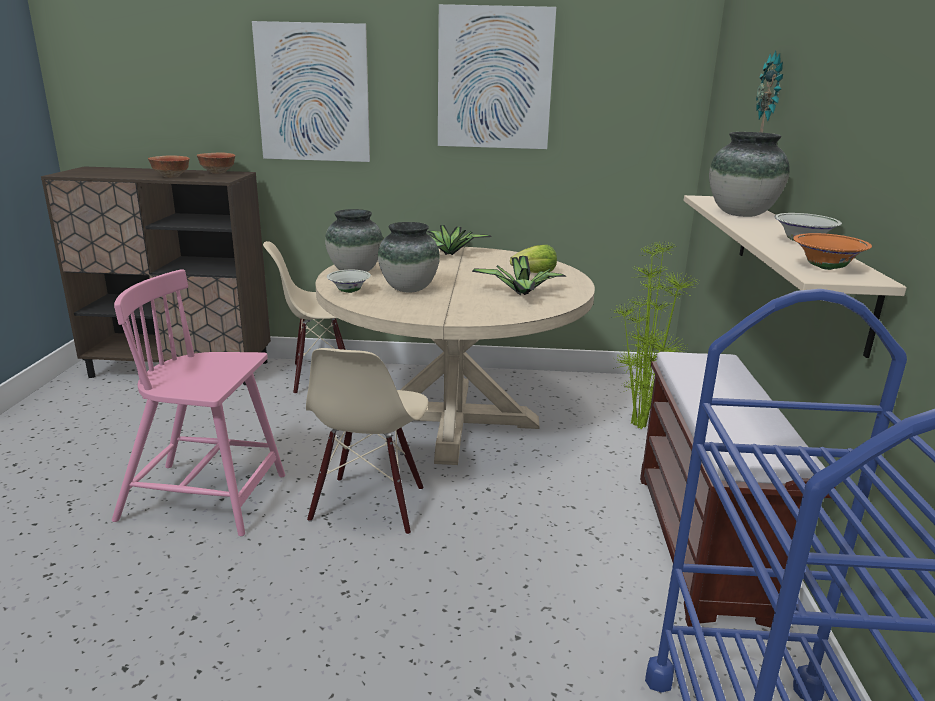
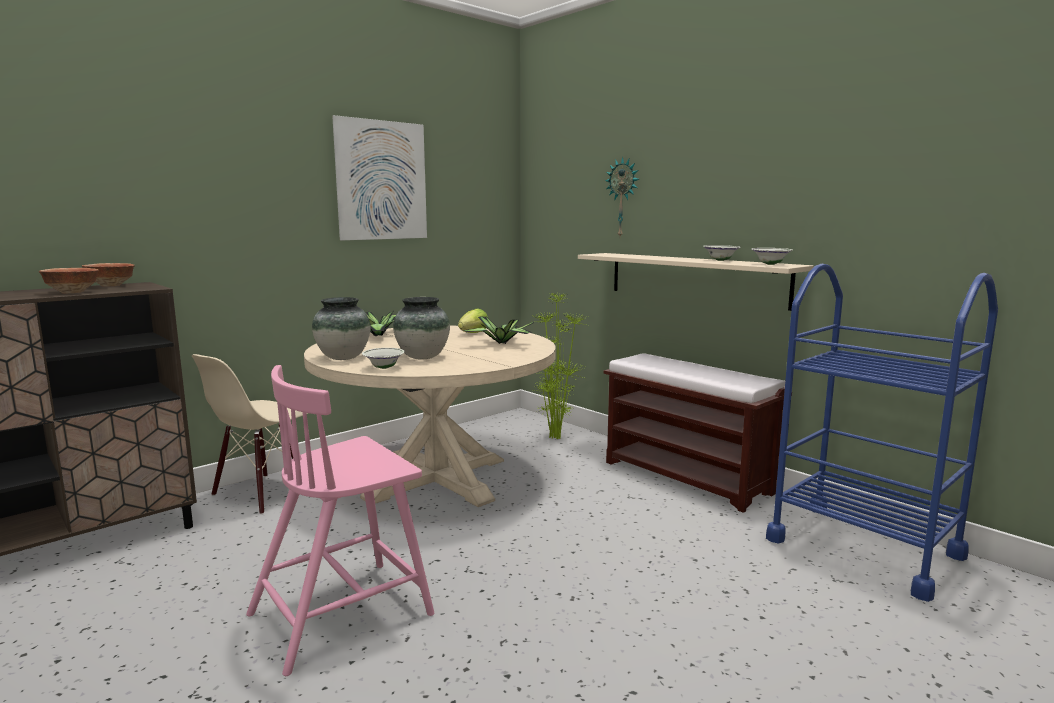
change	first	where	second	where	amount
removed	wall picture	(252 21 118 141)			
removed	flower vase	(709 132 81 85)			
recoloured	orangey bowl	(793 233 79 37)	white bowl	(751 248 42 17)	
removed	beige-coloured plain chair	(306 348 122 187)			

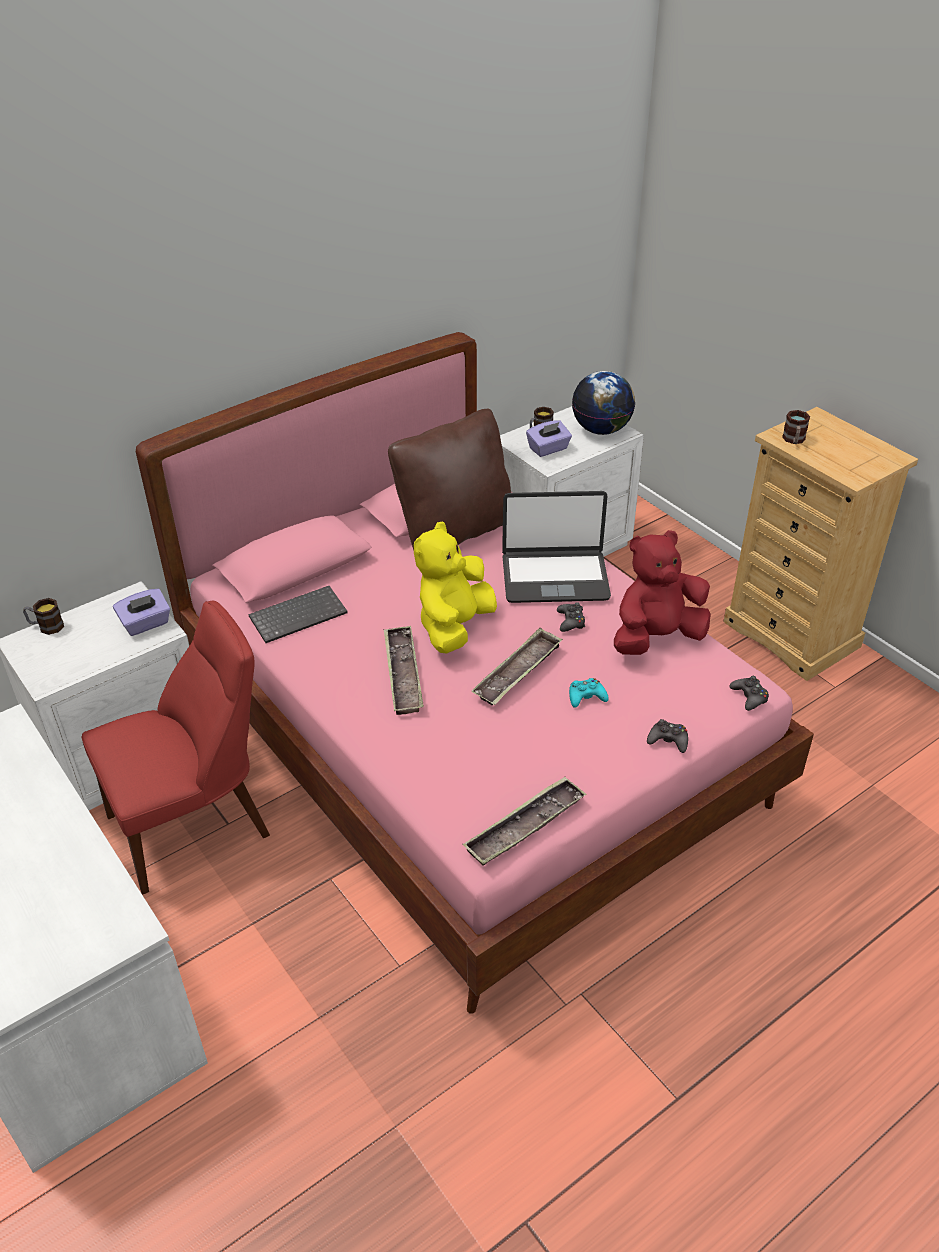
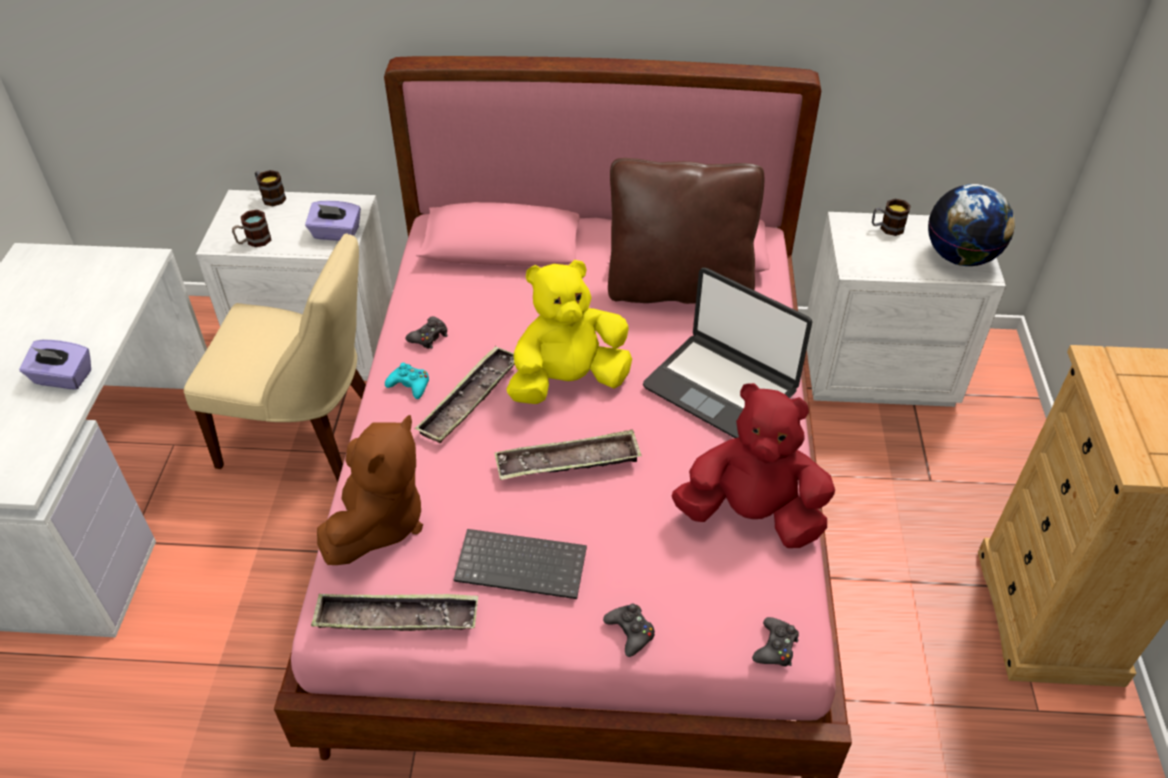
change	first	where	second	where	amount
moved	mug	(782 410 28 34)		(232 210 39 37)	
moved	purplish tissue holder	(526 420 46 37)		(19 340 72 50)	
moved	computer keyboard	(248 586 100 57)		(454 529 133 70)	
recoloured	red plain chair	(82 601 188 294)	beige-coloured plain chair	(184 233 182 249)	
moved	blackish gamepad	(557 602 28 30)		(406 316 42 33)	
moved	turquoise-coloured gamepad	(569 678 40 30)		(385 363 44 36)	
added			brownish cuddly toy	(317 415 106 150)	

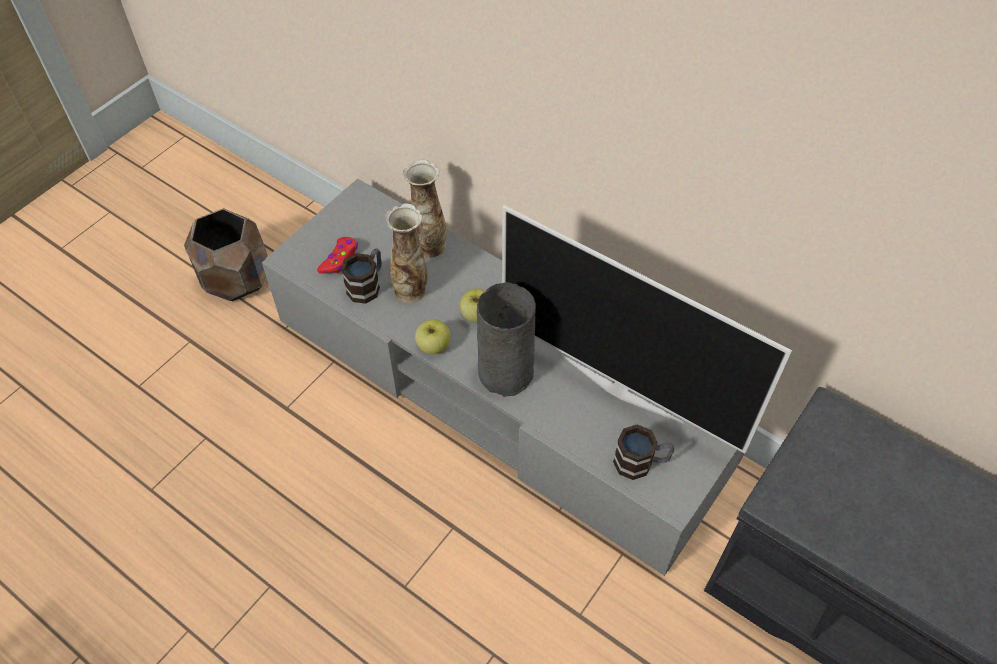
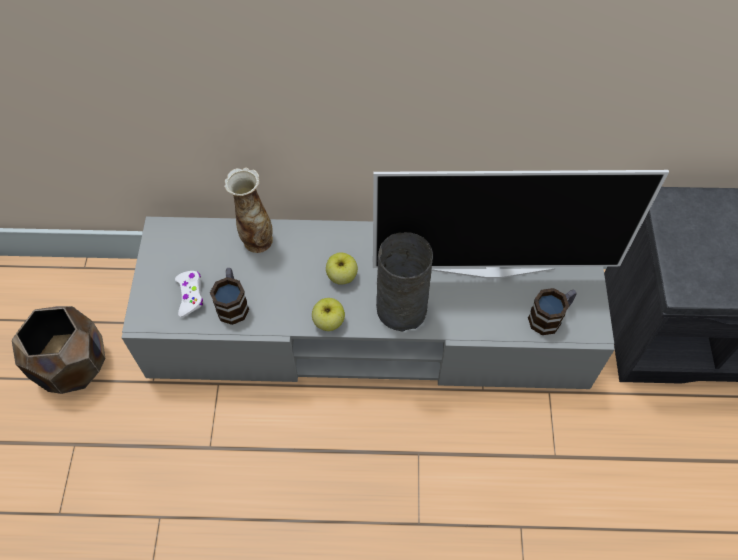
change	first	where	second	where	amount
removed	flower vase	(385 203 42 100)			
recoloured	red gamepad	(317 237 41 37)	white gamepad	(175 271 28 46)	

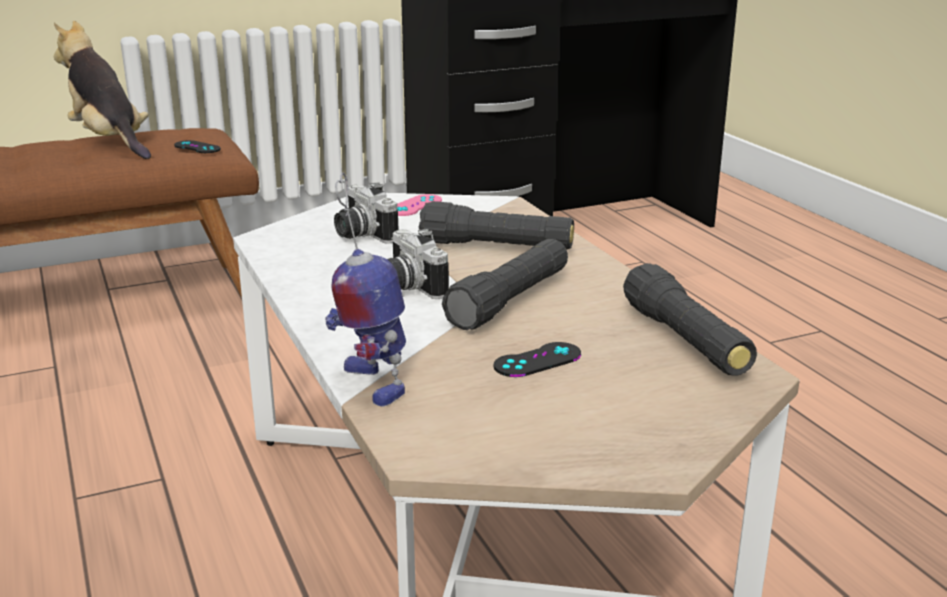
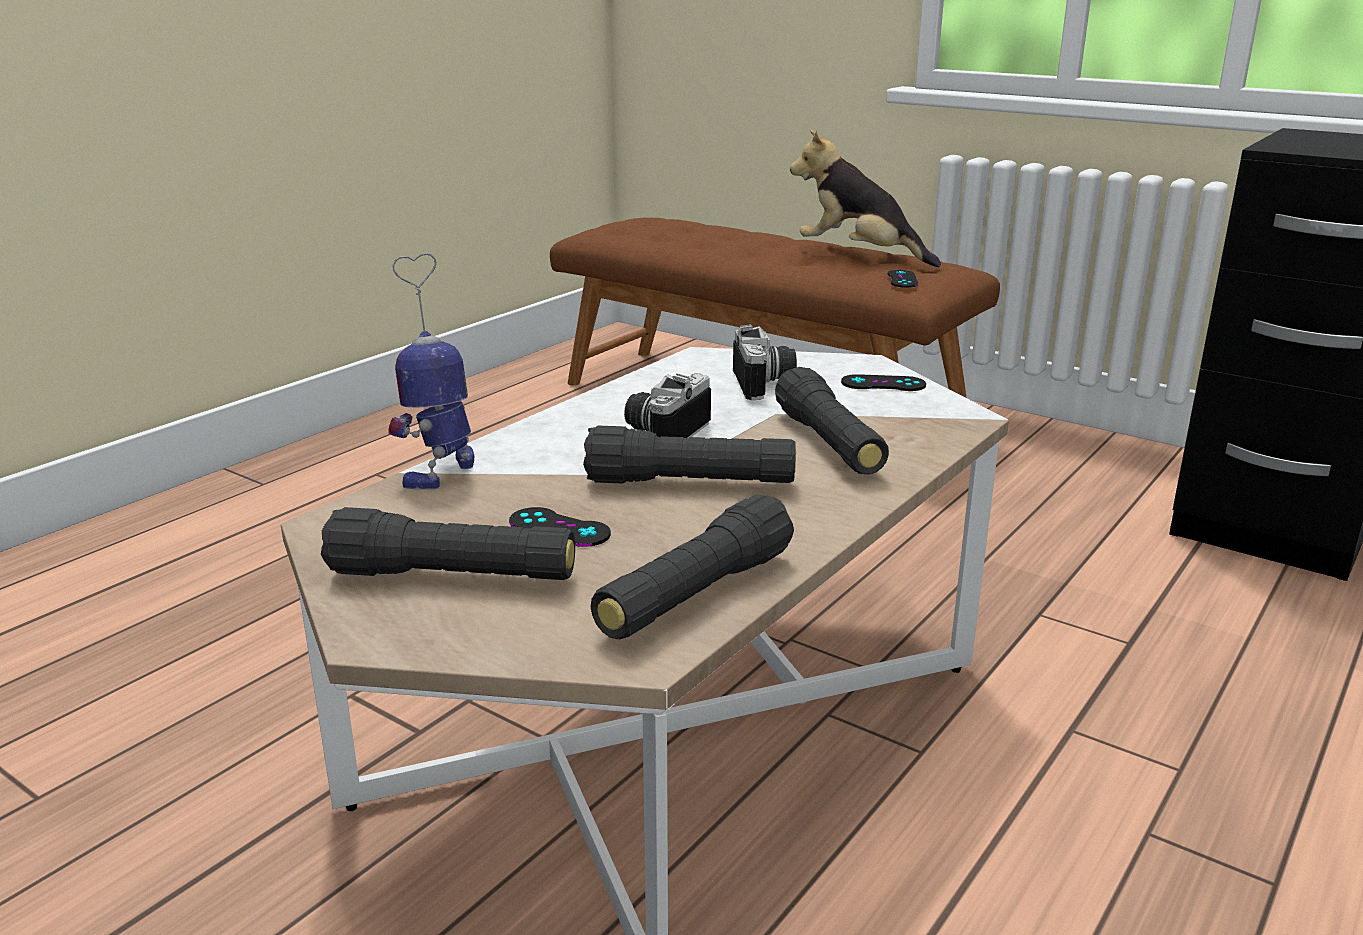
change	first	where	second	where	amount
turned	cuddly toy	(54 21 97 138)		(790 129 151 138)	75 degrees counterclockwise
turned	still camera	(334 182 64 62)		(733 324 64 76)	150 degrees clockwise
recoloured	pink-coloured gamepad	(397 194 45 22)	blackish gamepad	(841 374 85 17)	
added			blackish hand torch	(321 507 254 73)	

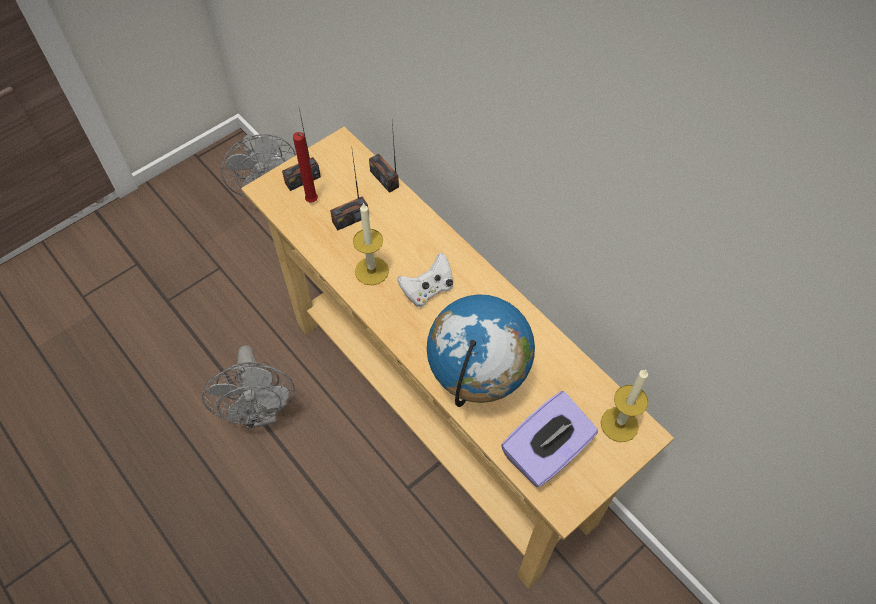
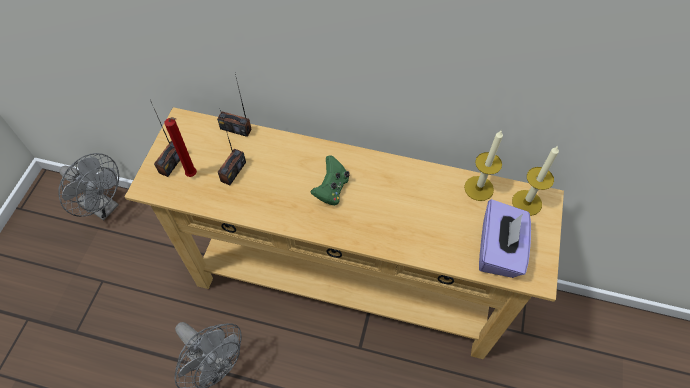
change	first	where	second	where	amount
moved	wax light	(353 202 36 83)		(464 131 39 70)	
recoloured	white gamepad	(397 253 56 54)	green-coloured gamepad	(310 155 40 51)	
removed	world globe	(427 294 108 113)			

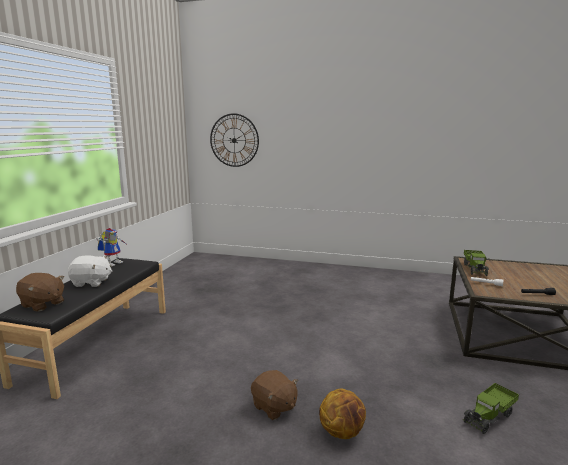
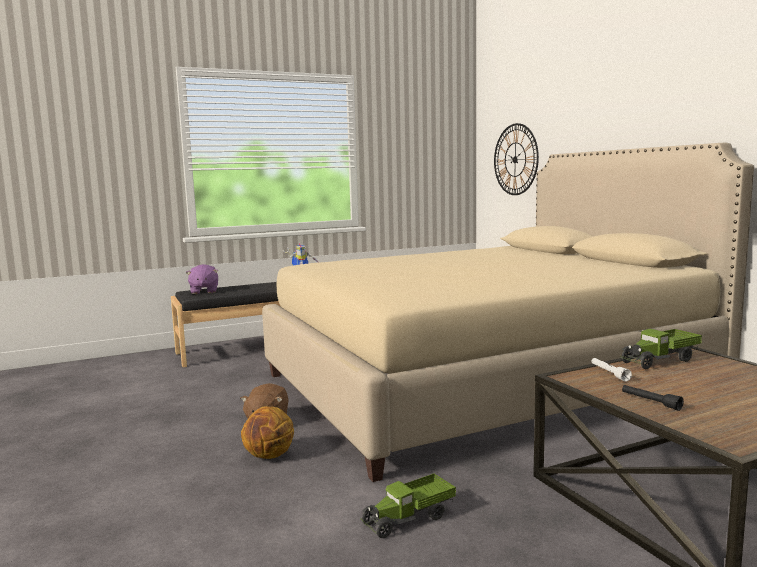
change	first	where	second	where	amount
removed	white cuddly toy	(68 255 44 32)			
recoloured	brownish cuddly toy	(16 273 48 39)	purplish cuddly toy	(186 264 32 30)	
turned	model truck	(463 383 56 51)		(361 474 95 64)	45 degrees counterclockwise
added			beige-coloured bedroom bed	(262 143 492 339)	

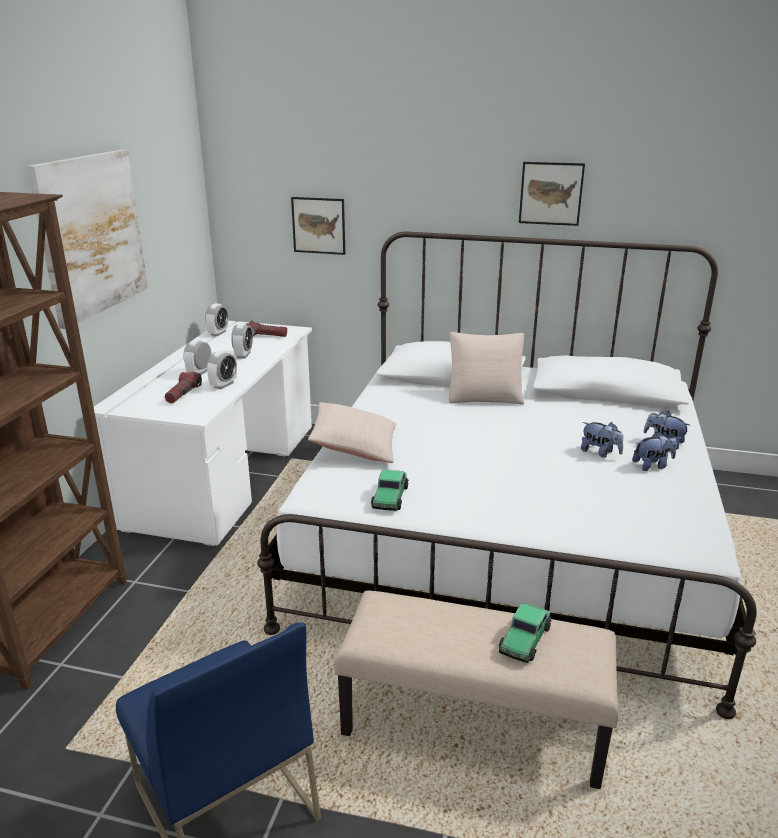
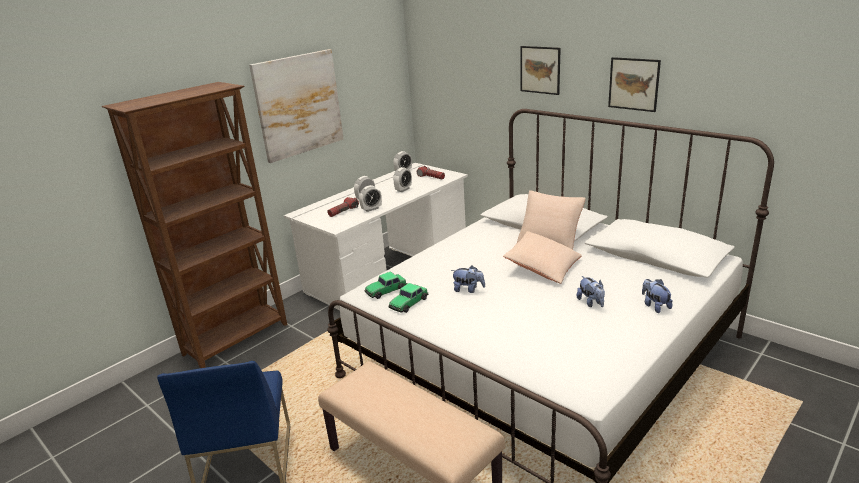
change	first	where	second	where	amount
moved	wall picture	(291 197 54 58)		(520 46 41 49)	
moved	beige-coloured cushion	(308 402 88 61)		(503 231 79 53)	
moved	cuddly toy	(632 432 45 39)		(451 266 34 27)	
moved	miniature car	(499 603 53 60)		(364 271 43 28)	

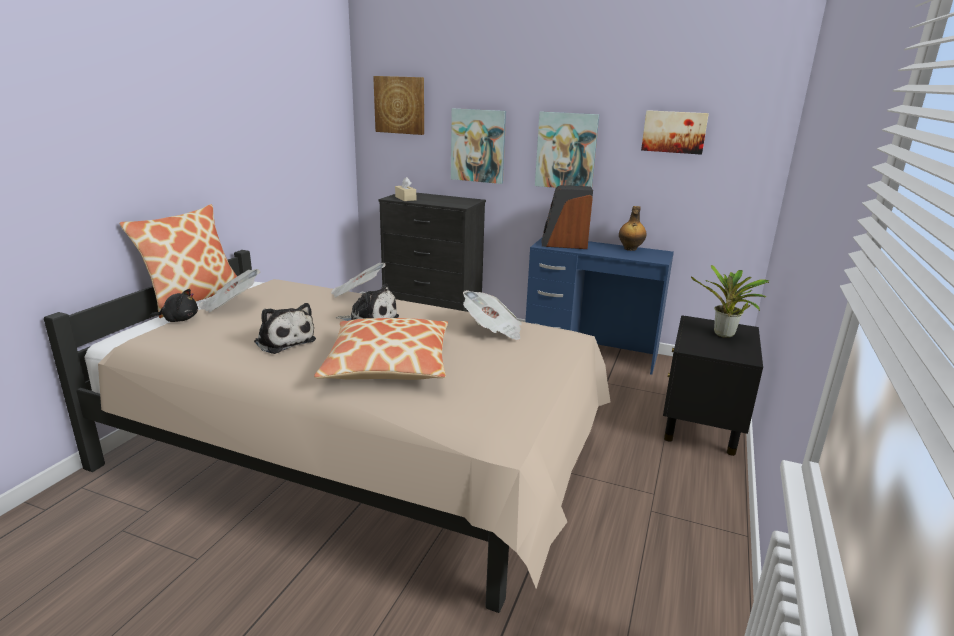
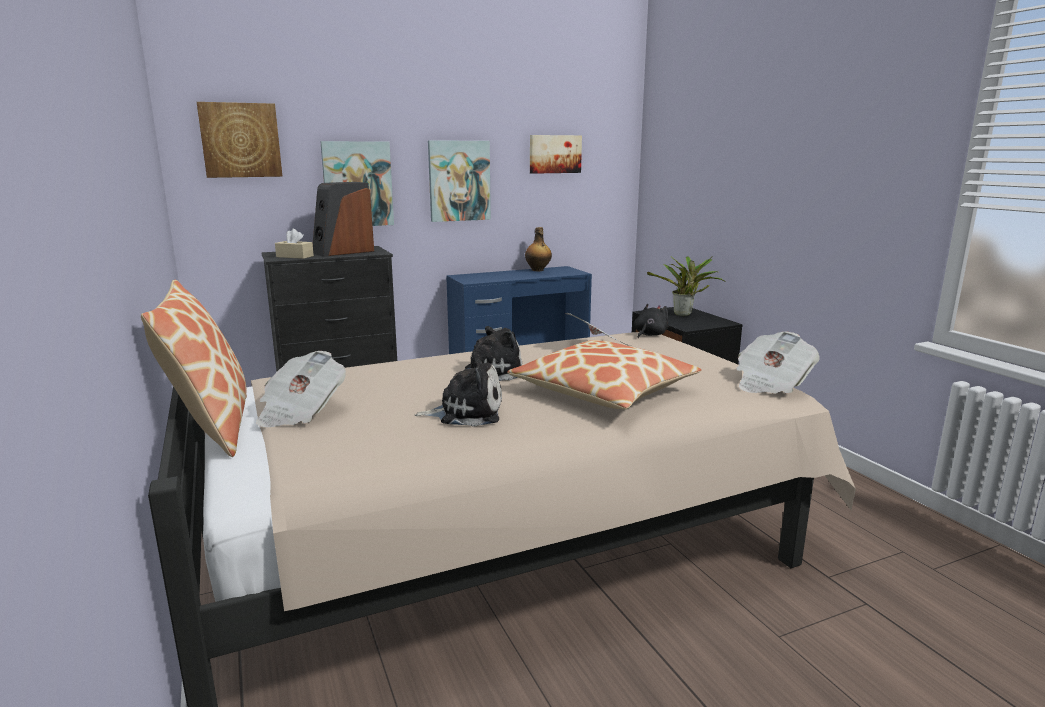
change	first	where	second	where	amount
moved	speaker	(541 185 52 64)		(313 182 61 74)	
moved	daily paper	(331 263 55 35)		(736 331 84 62)	
moved	blackish cuddly toy	(149 289 49 33)		(634 304 35 34)	

